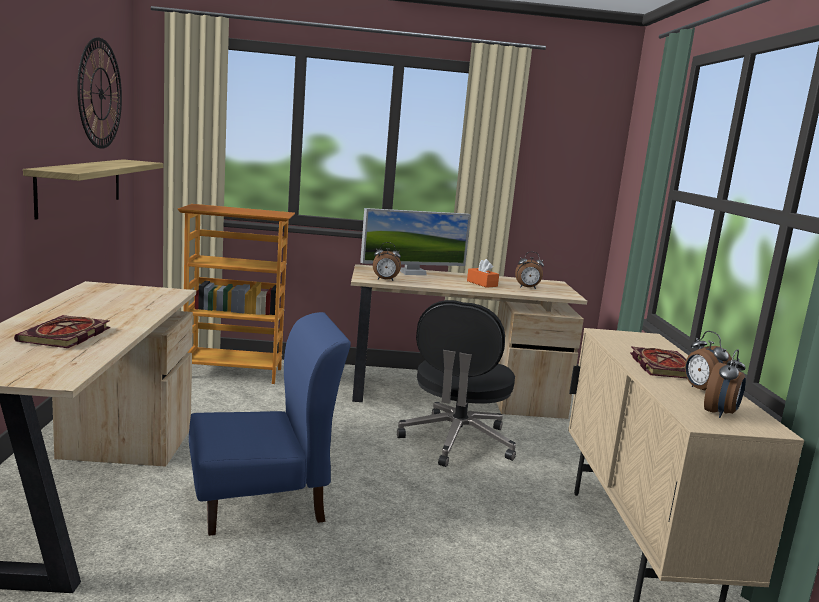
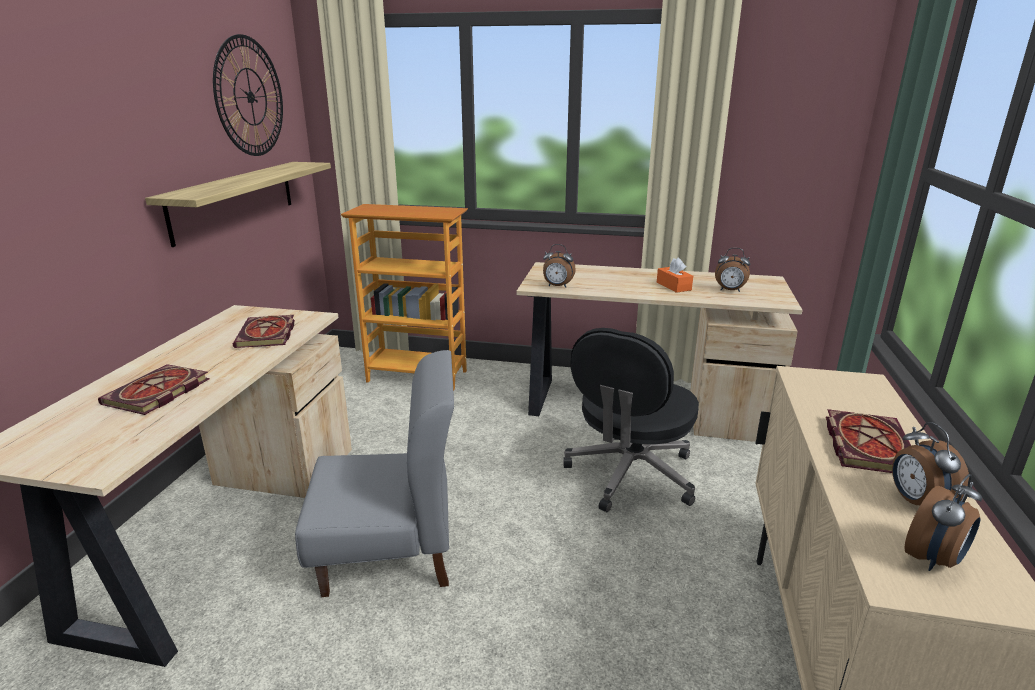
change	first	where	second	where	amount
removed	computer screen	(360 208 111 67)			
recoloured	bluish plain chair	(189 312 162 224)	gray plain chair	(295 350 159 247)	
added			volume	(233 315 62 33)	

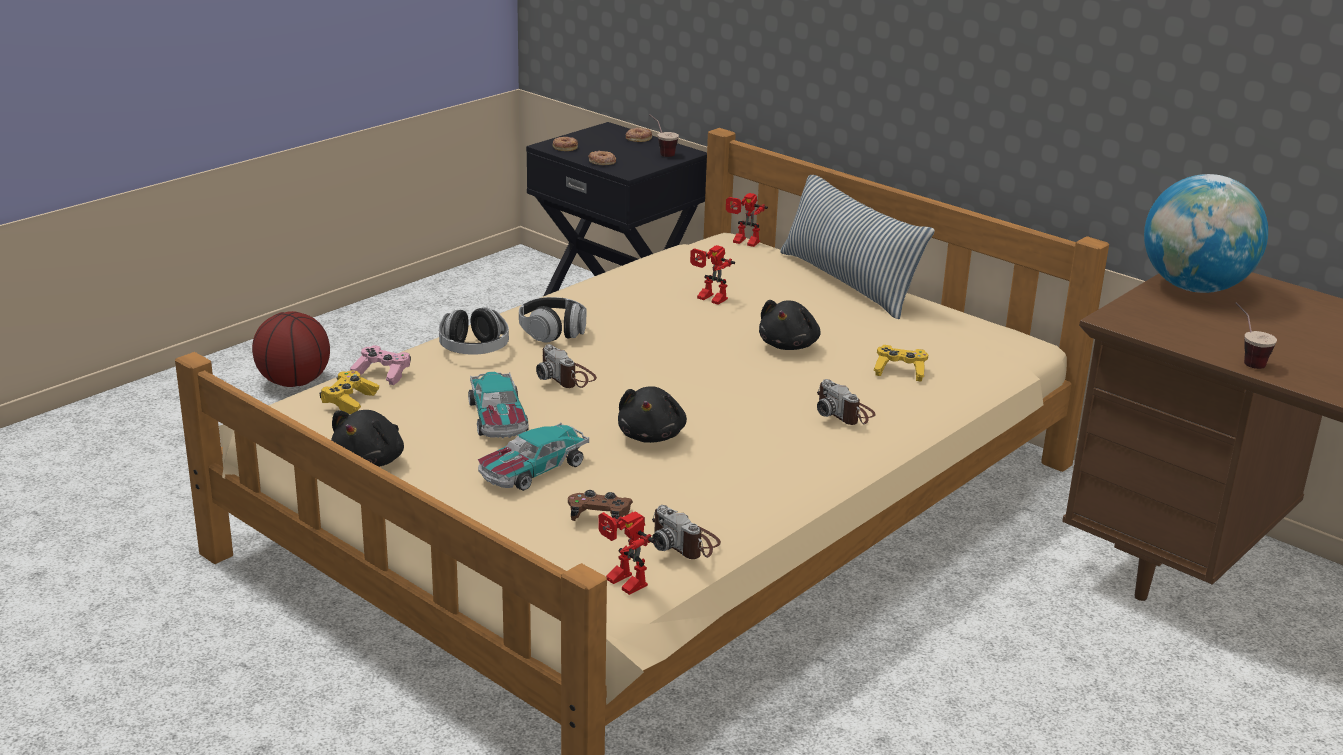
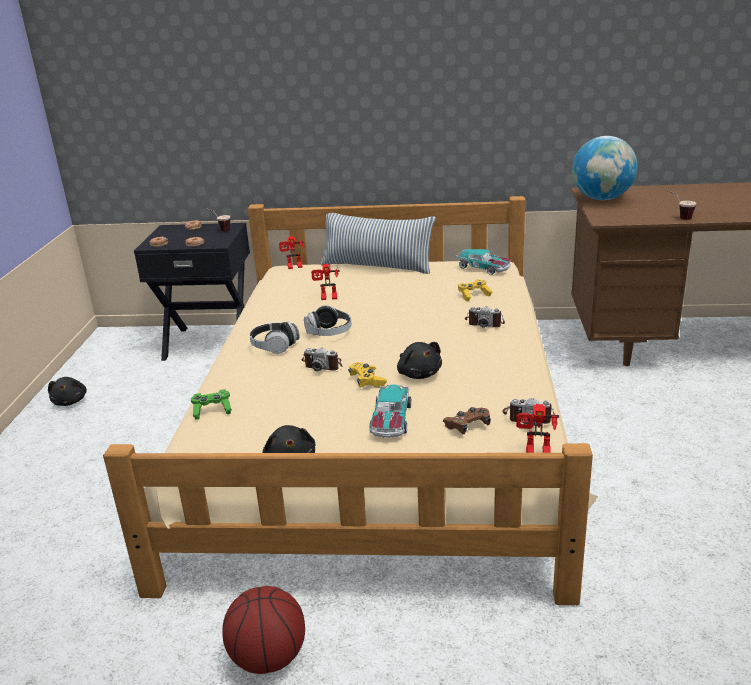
change	first	where	second	where	amount
moved	blackish cuddly toy	(759 300 62 50)		(48 377 39 29)	
moved	pair of headphones	(439 307 70 48)		(304 305 48 31)	
moved	ball for basketball	(252 311 78 76)		(223 586 82 88)	
recoloured	pink-coloured gamepad	(350 345 61 40)	green-coloured gamepad	(191 389 41 31)	
moved	yellow gamepad	(319 371 60 43)		(348 362 39 26)	
moved	miniature car	(468 372 61 66)		(456 249 55 26)	

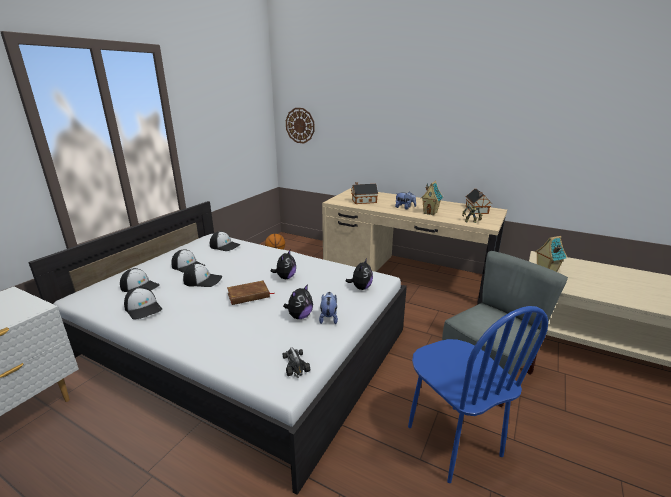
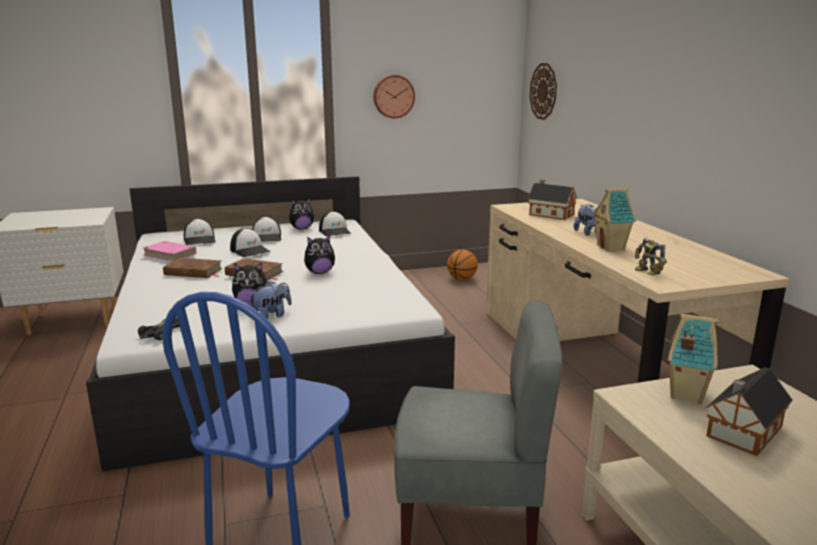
change	first	where	second	where	amount
moved	model house	(466 189 26 25)		(706 367 87 89)	
moved	cuddly toy	(346 258 27 32)		(289 198 25 32)	
replaced	cap	(124 287 38 33)	pink-coloured volume	(143 241 53 21)	
added			clock on the wall	(373 75 42 43)	
added			brownish volume	(163 258 59 20)	

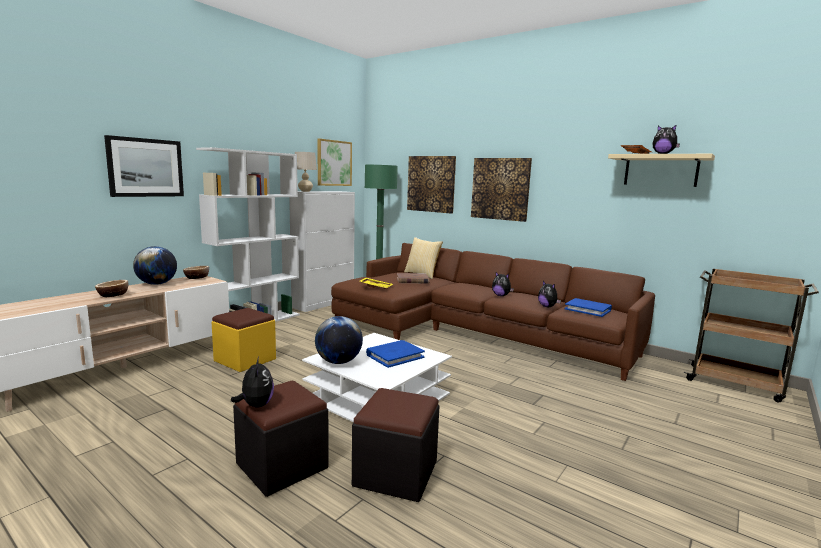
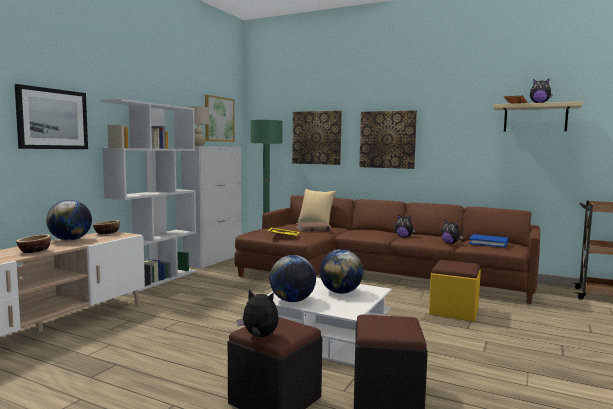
change	first	where	second	where	amount
moved	yellow pouffe	(212 308 64 64)		(429 260 52 62)	
replaced	bluish volume	(366 340 59 28)	world globe	(320 249 43 45)	
turned	cuddly toy	(231 357 43 50)		(236 290 43 47)	45 degrees counterclockwise

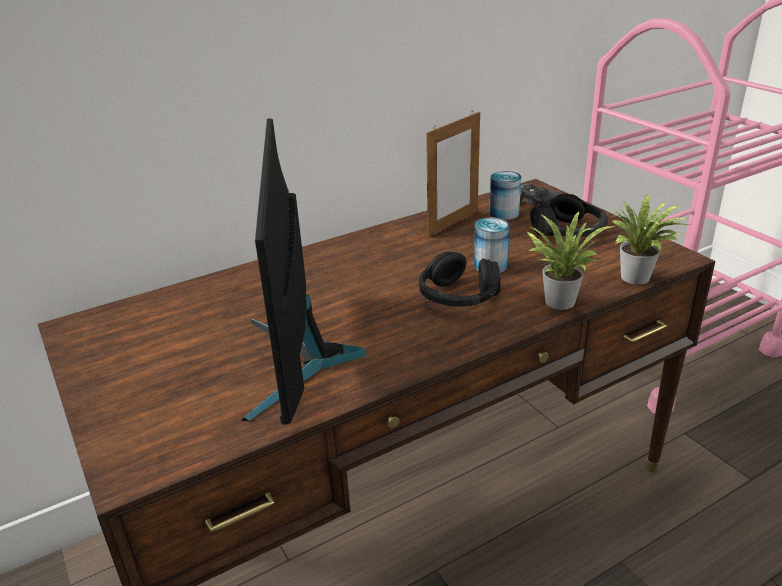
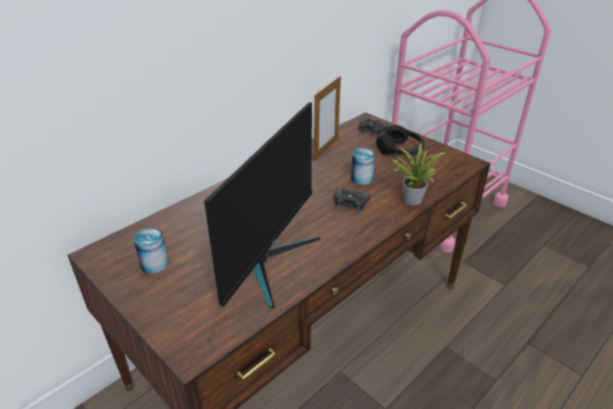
change	first	where	second	where	amount
turned	computer screen	(241 118 126 307)		(204 102 117 206)	135 degrees counterclockwise
moved	metal can	(489 171 32 49)		(134 228 35 46)	
removed	potted plant	(611 194 78 91)			
replaced	blackish pair of headphones	(419 251 82 56)	blackish gamepad	(334 188 36 23)	

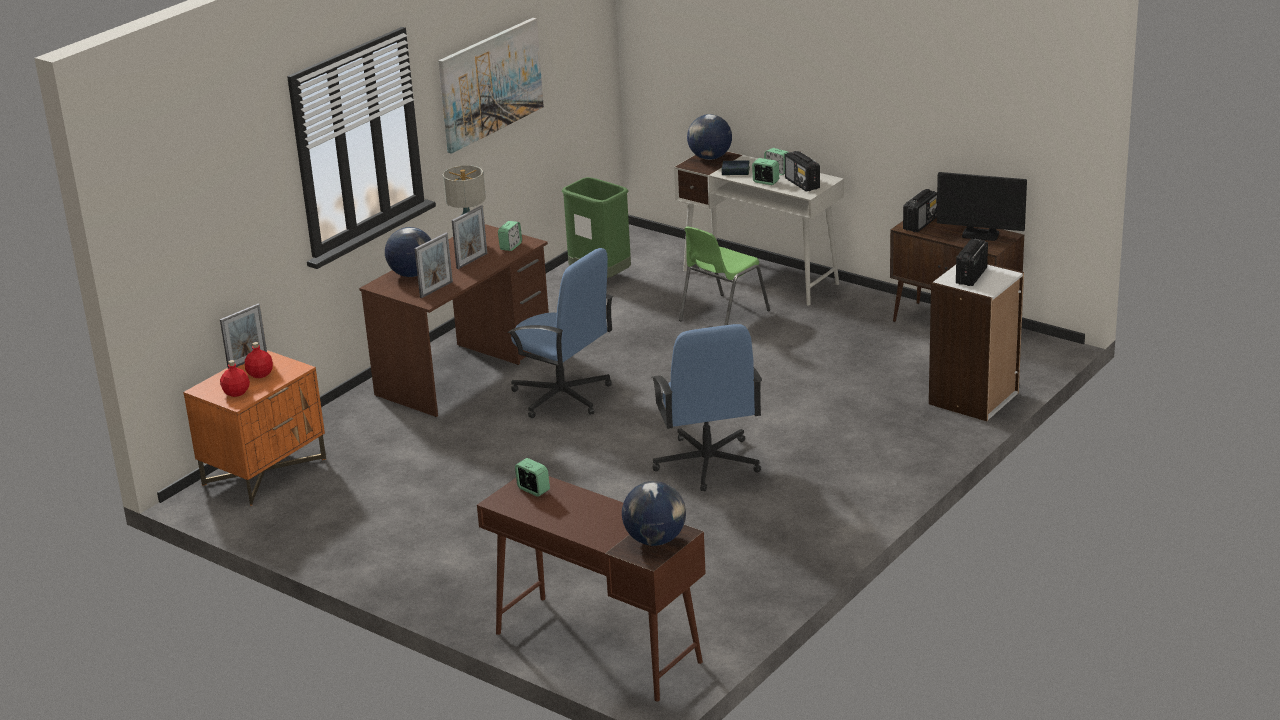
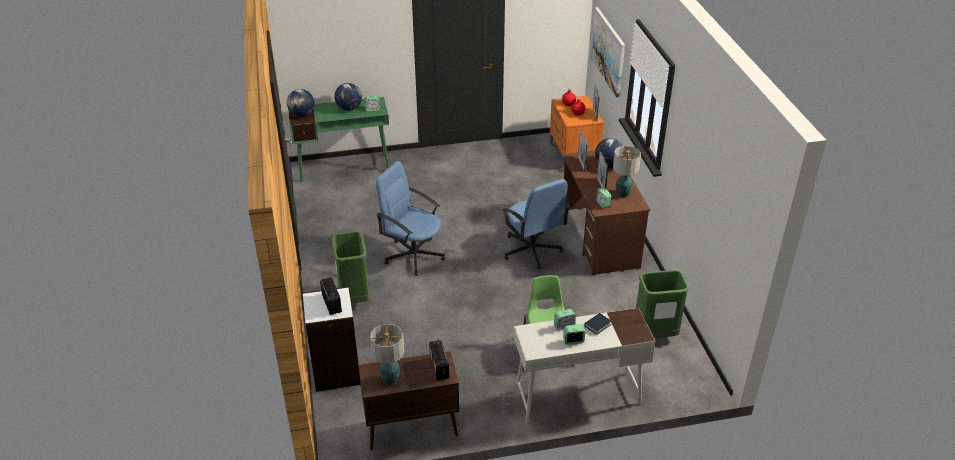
change	first	where	second	where	amount
moved	wall picture	(438 18 106 136)		(591 7 34 90)	
moved	world globe	(687 114 45 46)		(334 83 28 28)	
removed	radio	(785 151 35 41)			
replaced	computer screen	(937 172 90 69)	table lamp	(370 324 34 61)	
turned	bluish computer chair	(508 248 105 170)		(502 179 68 90)	105 degrees counterclockwise
recoloured	brownish desk unit	(477 476 229 225)	green-coloured desk unit	(288 97 101 85)	
added			green-coloured trash can	(332 231 37 73)	

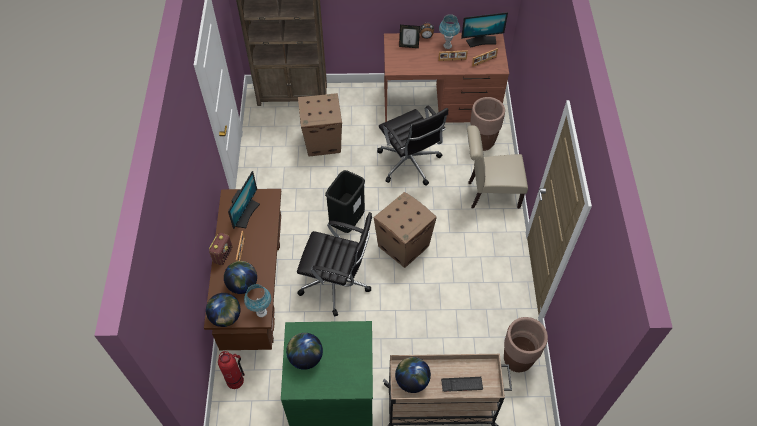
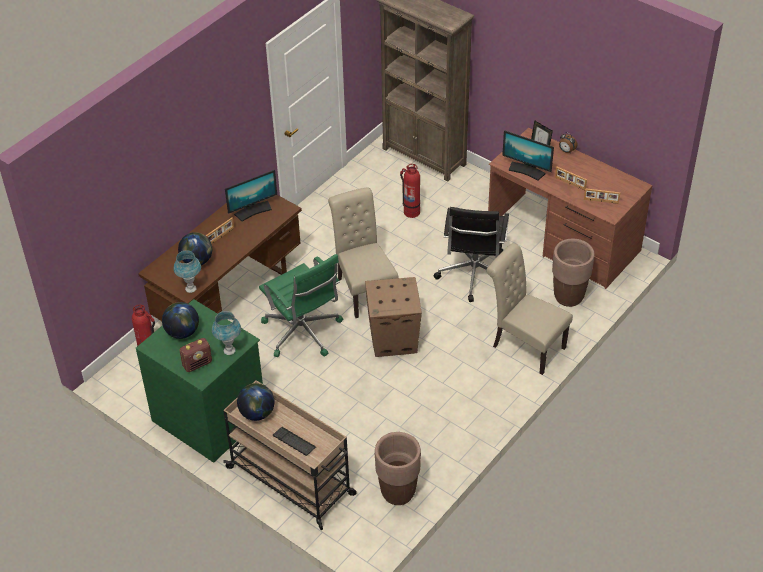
change	first	where	second	where	amount
moved	computer screen	(461 12 47 36)		(502 130 52 51)	
moved	bluish table lamp	(439 14 21 35)		(212 311 29 44)	
replaced	cardboard box	(298 93 44 63)	fire extinguisher	(400 164 20 54)	
replaced	blackish trash can	(325 170 40 63)	beige-coloured plain chair	(328 188 70 130)	
recoloured	blackish computer chair	(297 212 75 105)	green-coloured computer chair	(259 254 84 103)	
moved	radio	(209 233 23 32)		(179 338 33 34)	
removed	world globe	(206 293 34 34)			

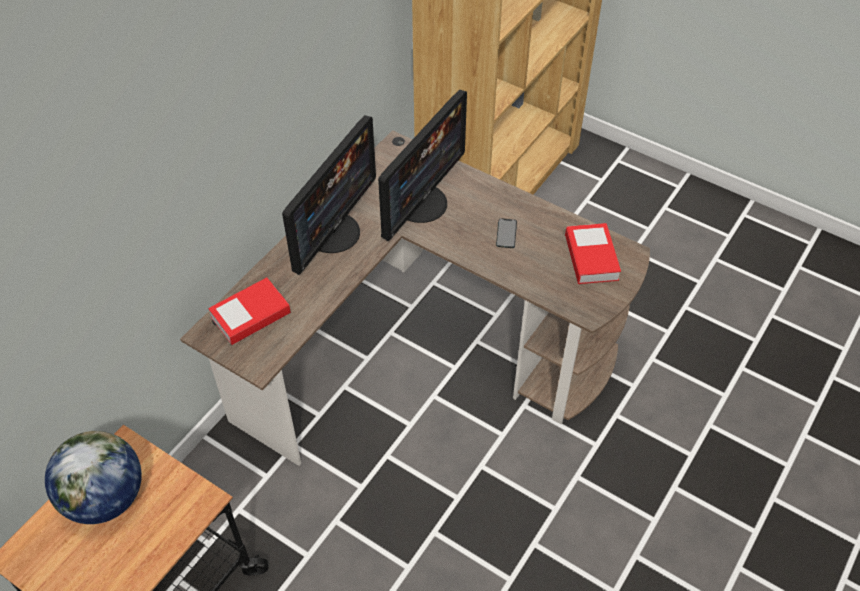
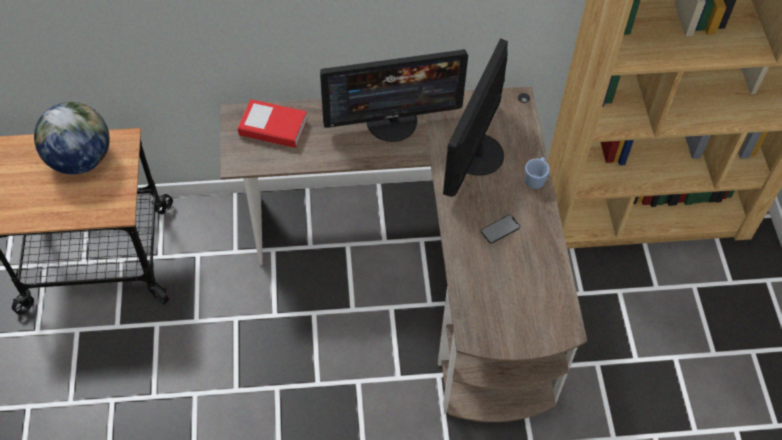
change	first	where	second	where	amount
turned	computer screen	(378 90 89 151)		(443 38 65 159)	120 degrees clockwise
removed	volume	(565 223 56 61)			
added			bluish mug	(525 157 25 32)	

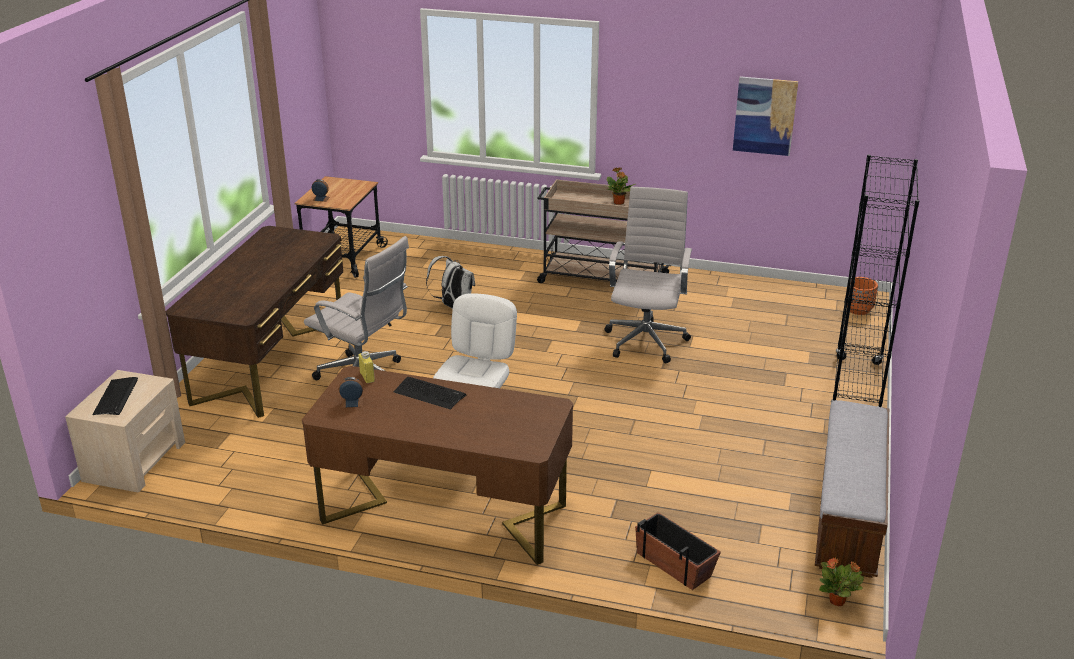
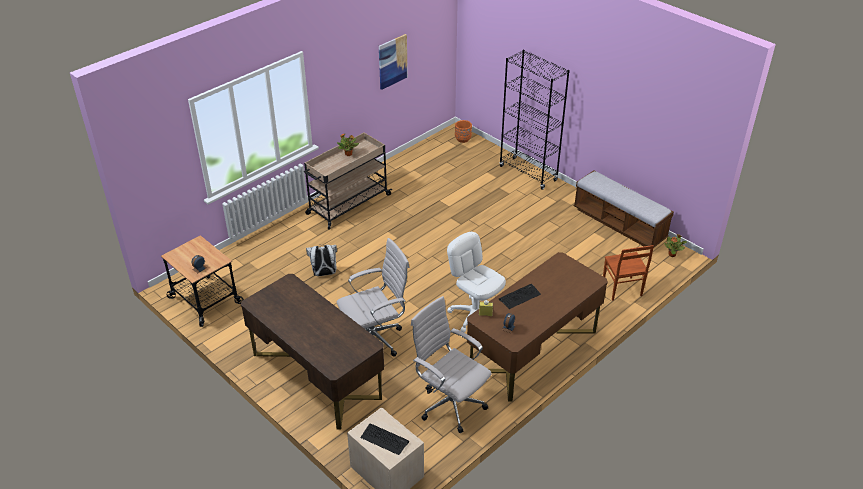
change	first	where	second	where	amount
moved	white computer chair	(604 187 88 176)		(411 296 81 137)	
replaced	flower pot	(635 512 86 78)	brownish plain chair	(603 245 51 56)	

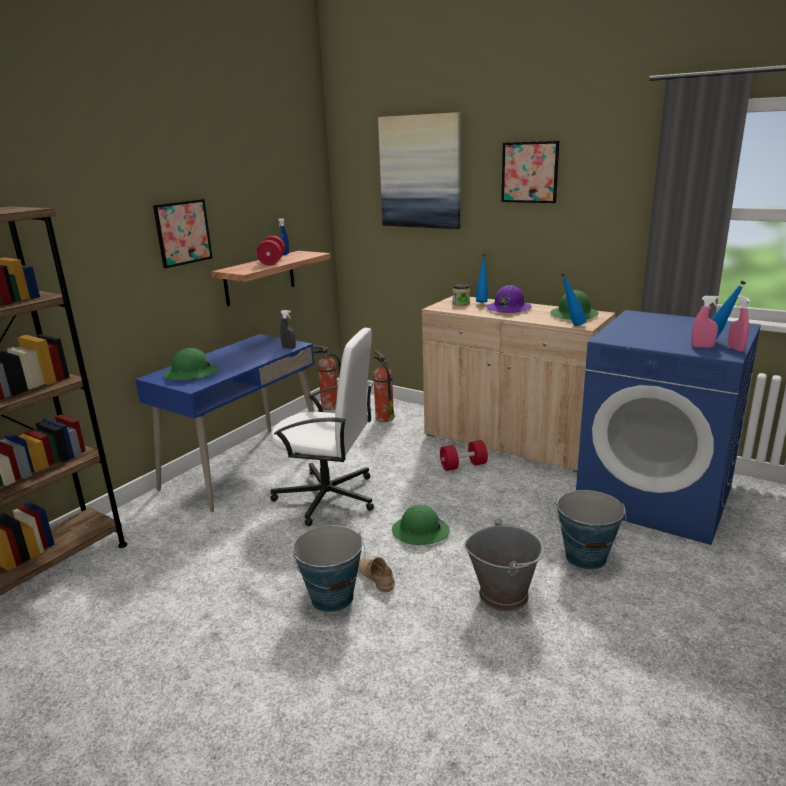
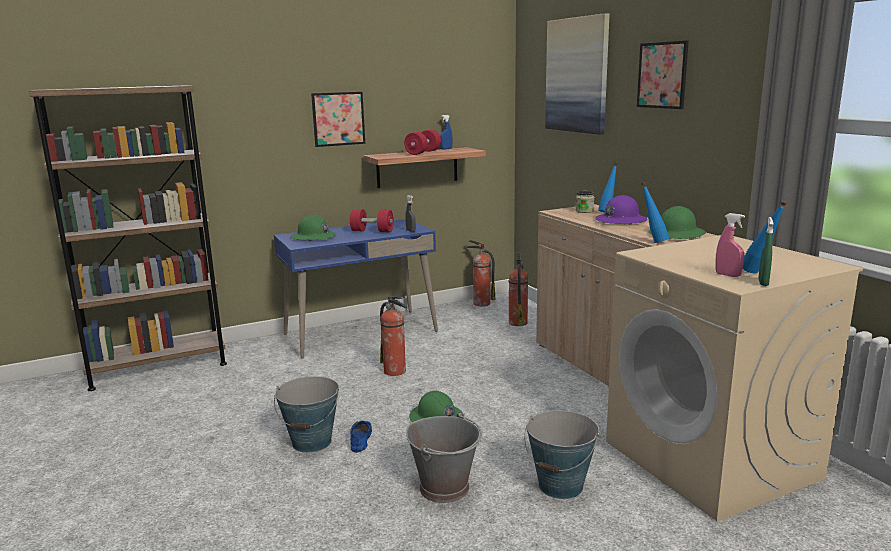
change	first	where	second	where	amount
recoloured	pink-coloured spray bottle	(728 295 23 57)	green-coloured spray bottle	(759 217 15 69)	
recoloured	bluish laundry machine	(576 310 185 235)	beige-coloured laundry machine	(606 235 257 287)	
replaced	white computer chair	(271 328 103 198)	fire extinguisher	(380 296 27 80)	
moved	red free weight	(440 440 48 31)		(350 209 44 23)	
recoloured	beige-coloured shoe	(358 556 37 36)	bluish shoe	(350 421 22 32)	

